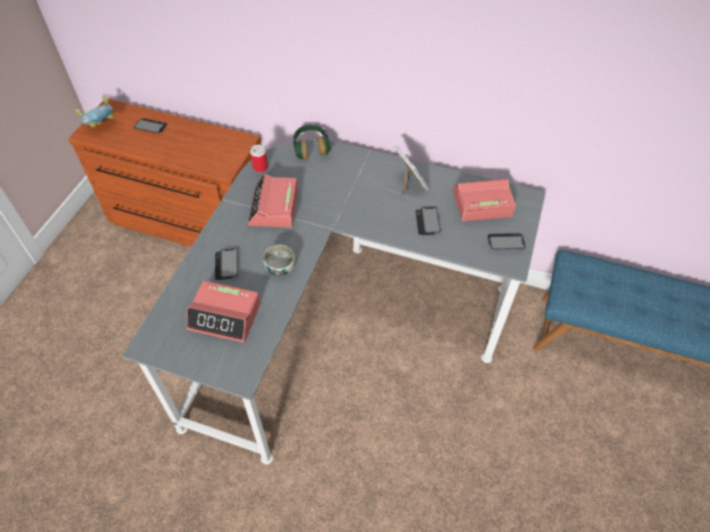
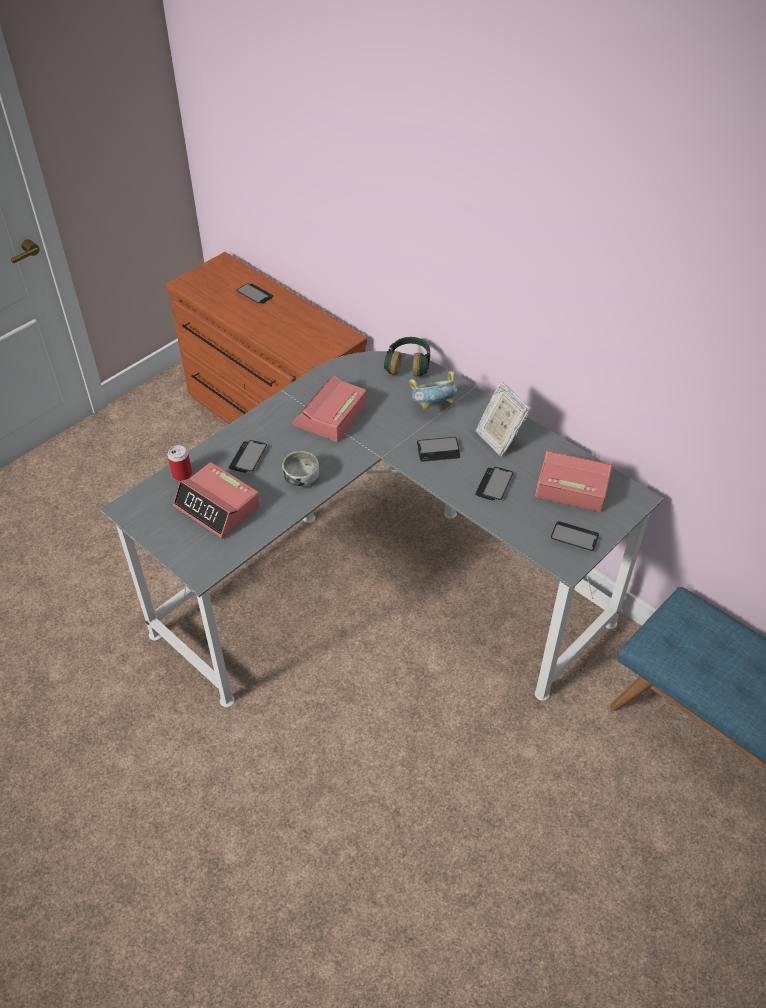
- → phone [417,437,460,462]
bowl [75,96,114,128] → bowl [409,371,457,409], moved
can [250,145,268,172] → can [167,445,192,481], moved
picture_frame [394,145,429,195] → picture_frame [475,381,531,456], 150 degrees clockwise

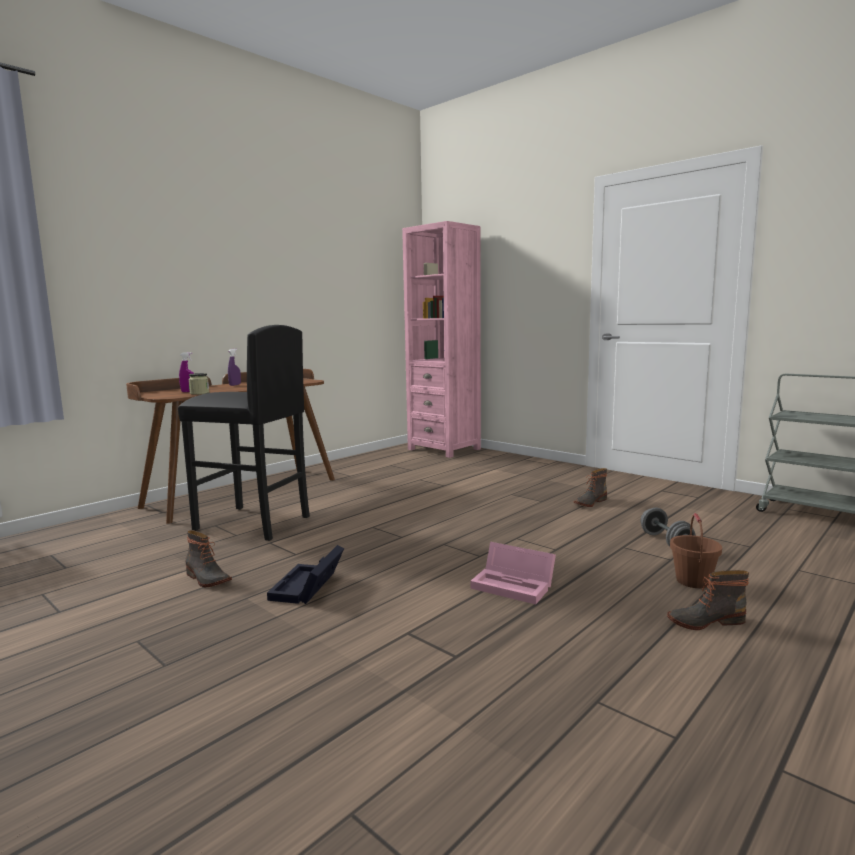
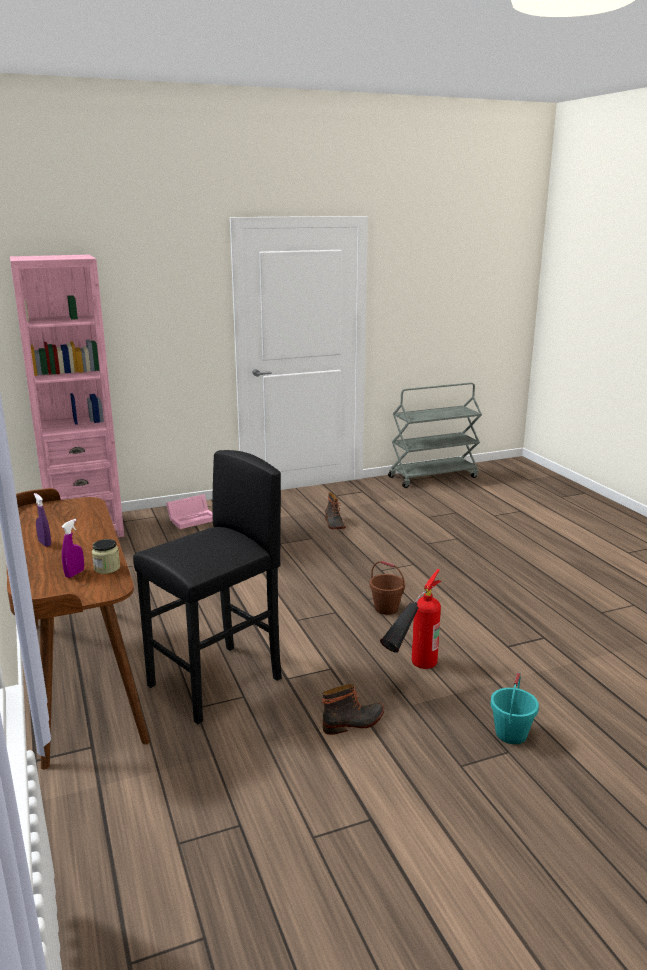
grey_dumbbell [640,508,696,546] → -
boot [667,570,749,630] → -
- → turquoise_bucket [490,672,539,744]
pink_storage_box [470,542,556,604] → pink_storage_box [166,494,213,529], moved
brown_bucket [670,513,722,588] → brown_bucket [370,561,405,615], moved
black_storage_box [267,545,344,604] → fire_extinguisher [380,569,441,669]

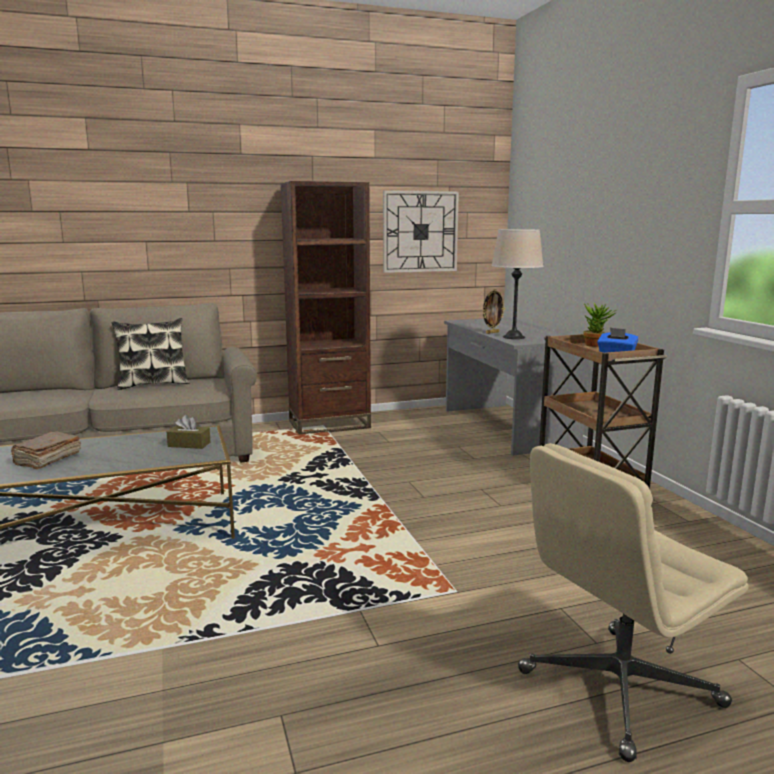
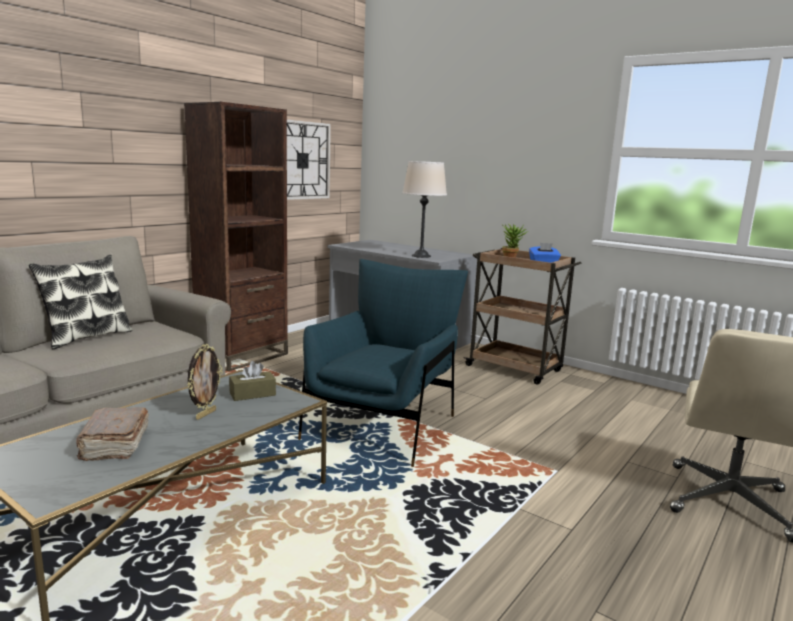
- → blue_armchair [298,259,468,467]
picture_frame [483,289,505,334] → picture_frame [187,344,223,420], moved

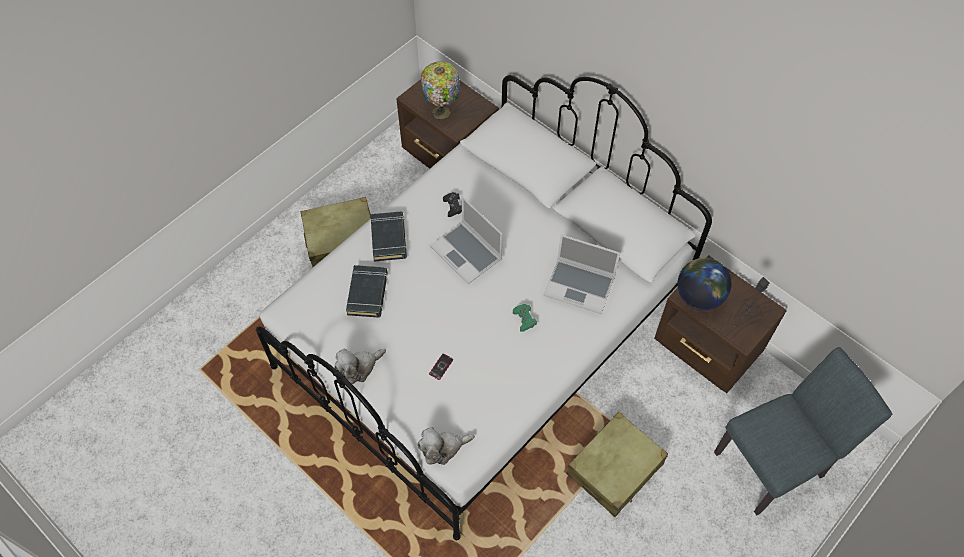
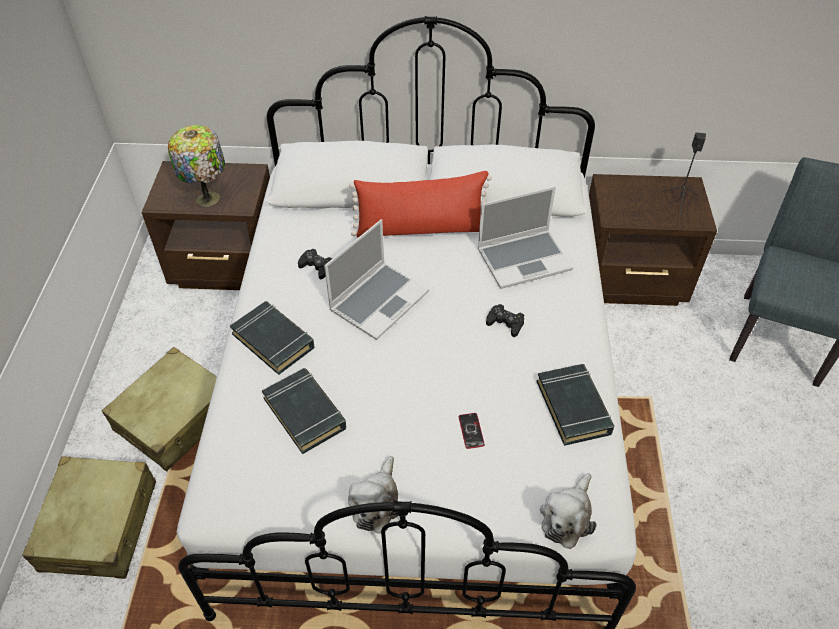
globe [678,258,731,310] → -
- → red_pillow [349,171,492,238]
- → black_book [537,364,614,446]
beige_suitcase [566,412,668,517] → beige_suitcase [22,457,156,579], moved
green_game_controller [513,304,537,332] → black_game_controller [486,304,524,337]
laptop [430,196,503,284] → laptop [324,219,429,340], 60 degrees counterclockwise

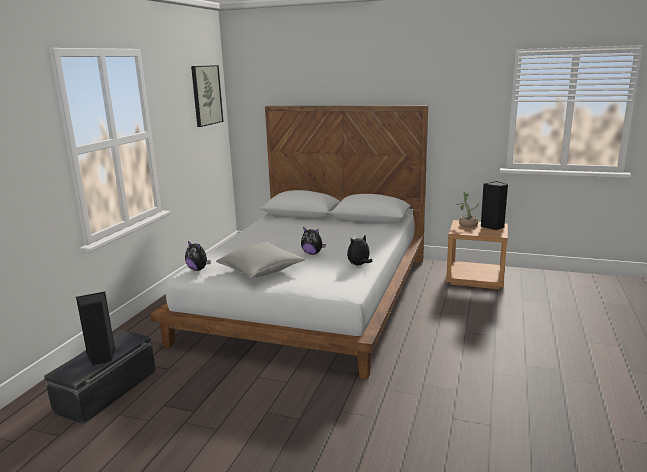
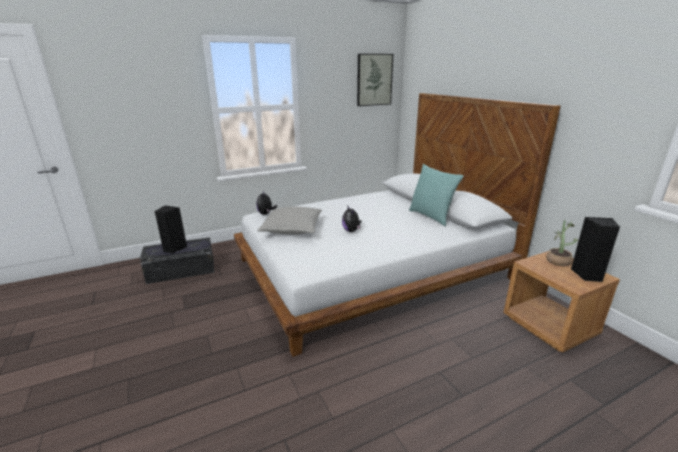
plush_toy [347,235,372,265] → -
- → turquoise_pillow [409,164,464,226]

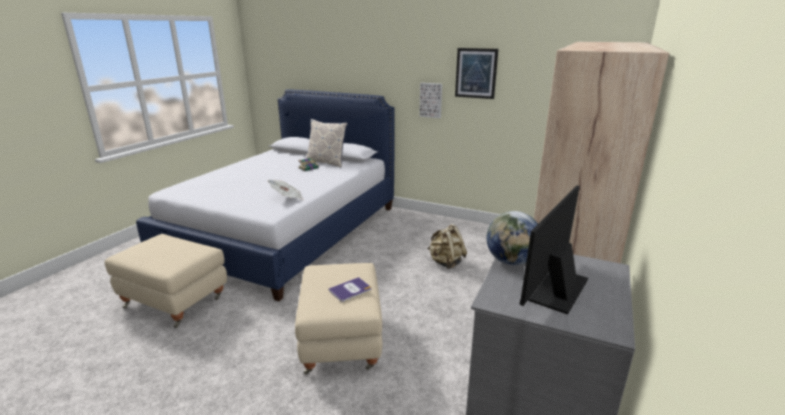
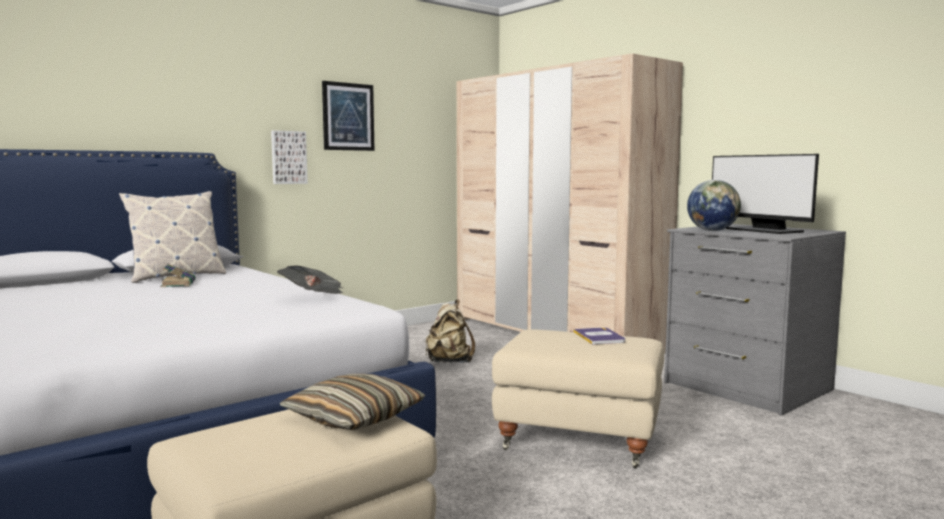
- → pillow [280,374,425,430]

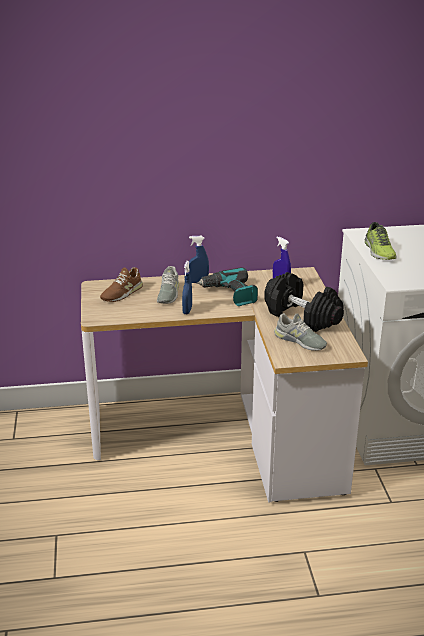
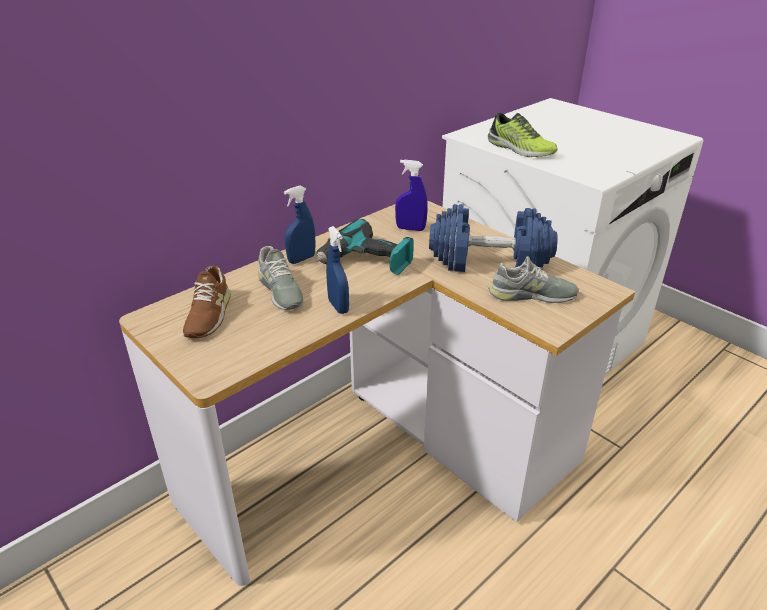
black_dumbbell [264,272,344,332] → blue_dumbbell [429,204,558,272]

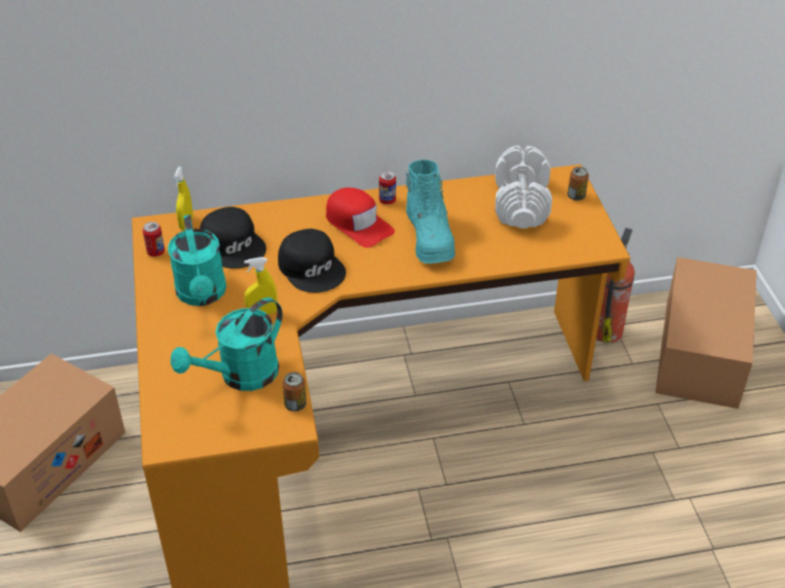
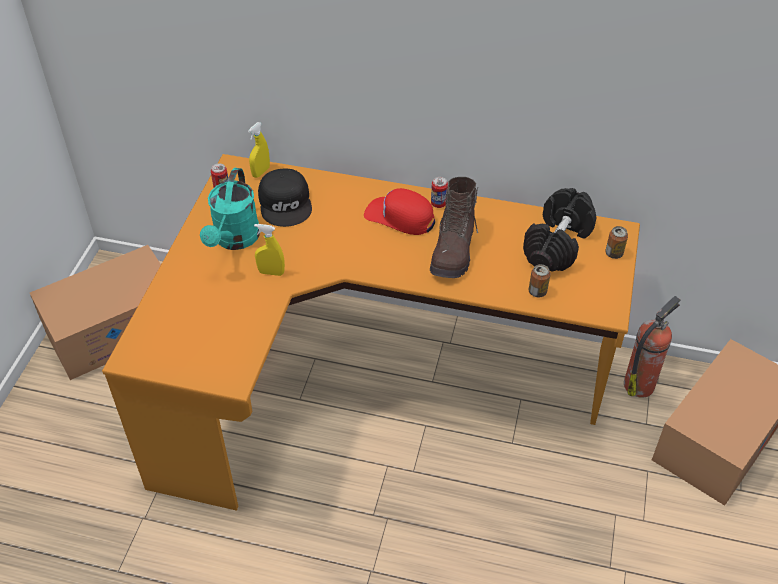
turquoise_watering_can [171,298,282,391] → -
black_cap [278,229,346,293] → -
can [283,372,306,411] → can [528,264,550,297], moved
turquoise_boot [406,160,455,264] → brown_boot [430,177,478,278]
white_dumbbell [495,145,552,229] → black_dumbbell [523,188,597,272]
red_cap [326,188,395,248] → red_cap [364,188,435,235], 135 degrees clockwise

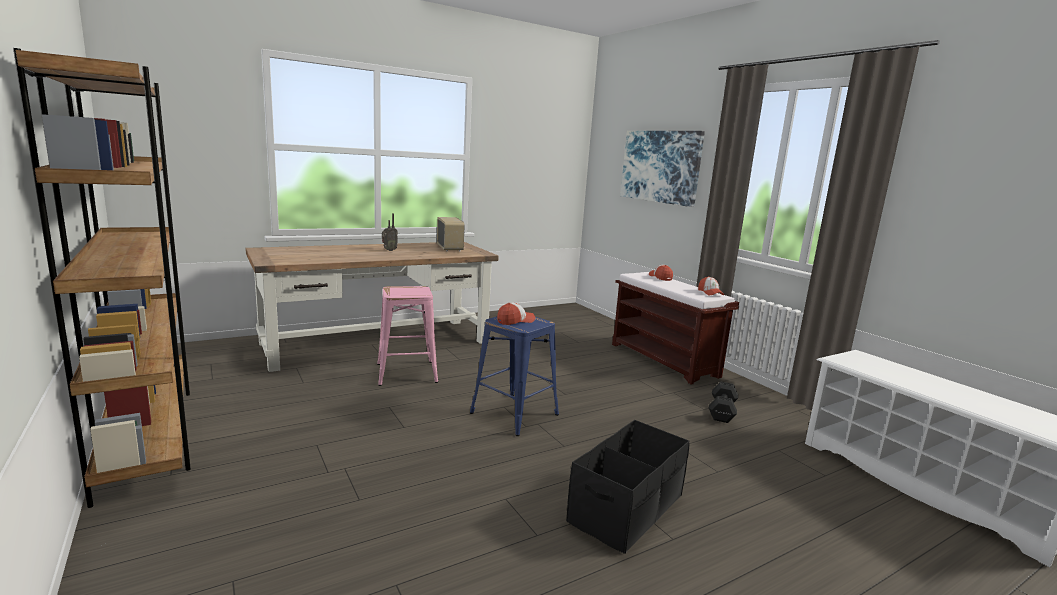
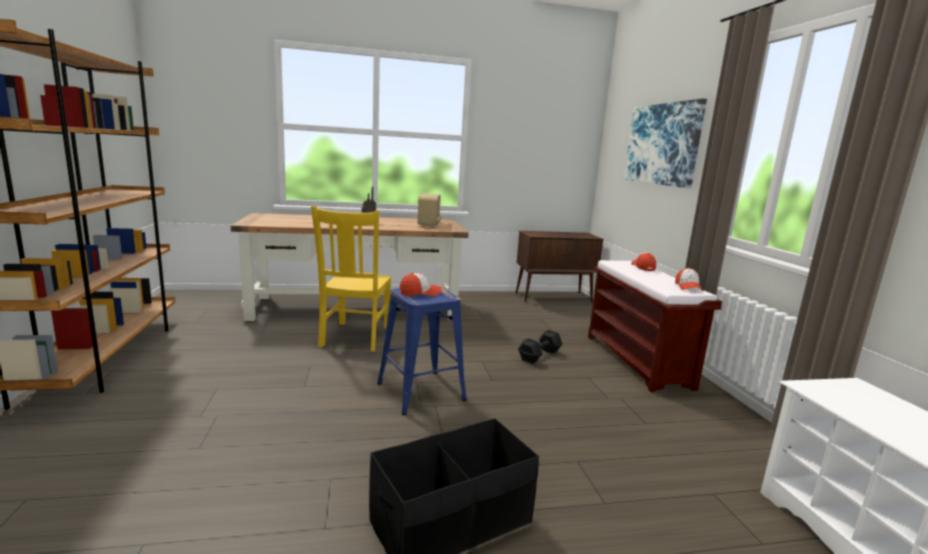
- → brown_cabinet [516,231,603,302]
black_dumbbell [709,381,738,423] → black_dumbbell [518,330,562,364], moved
pink_stool [377,286,438,386] → yellow_chair [311,206,391,352]

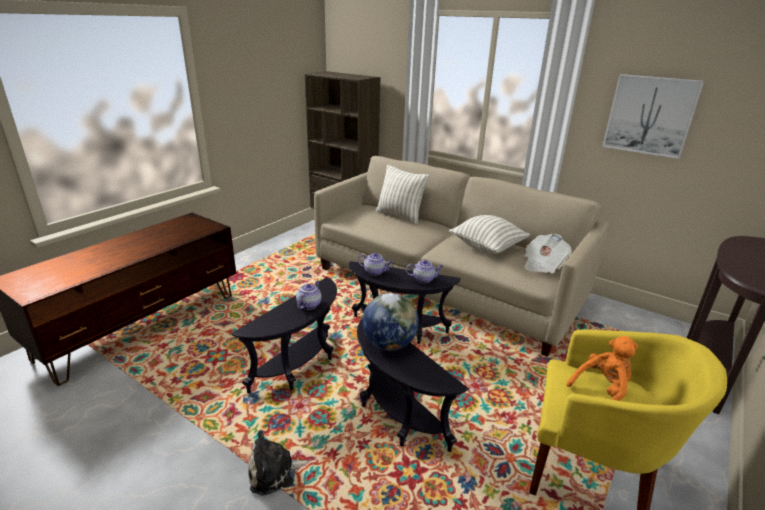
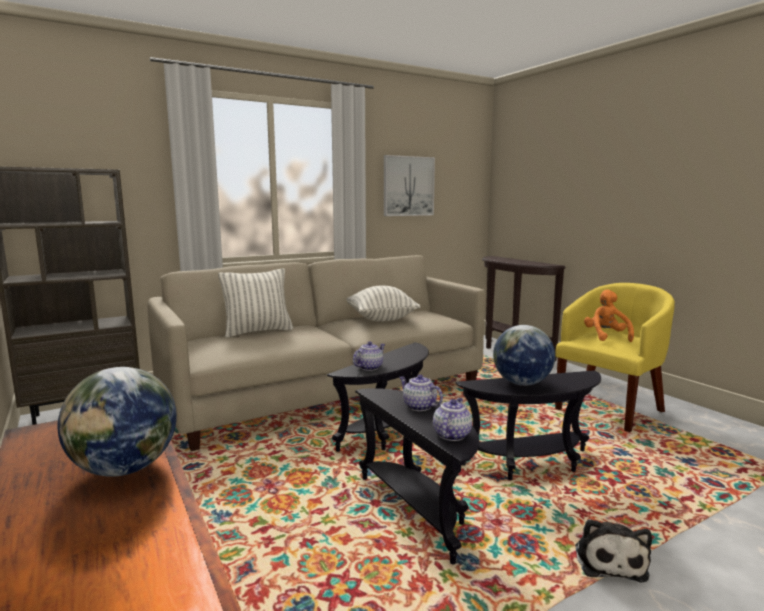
newspaper [524,234,572,273] → -
- → globe [58,367,177,477]
teapot [406,260,443,283] → teapot [433,398,472,441], moved

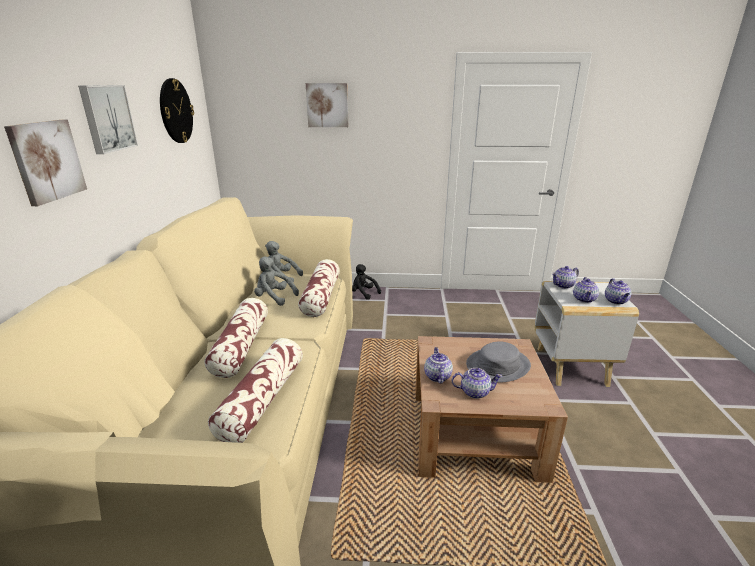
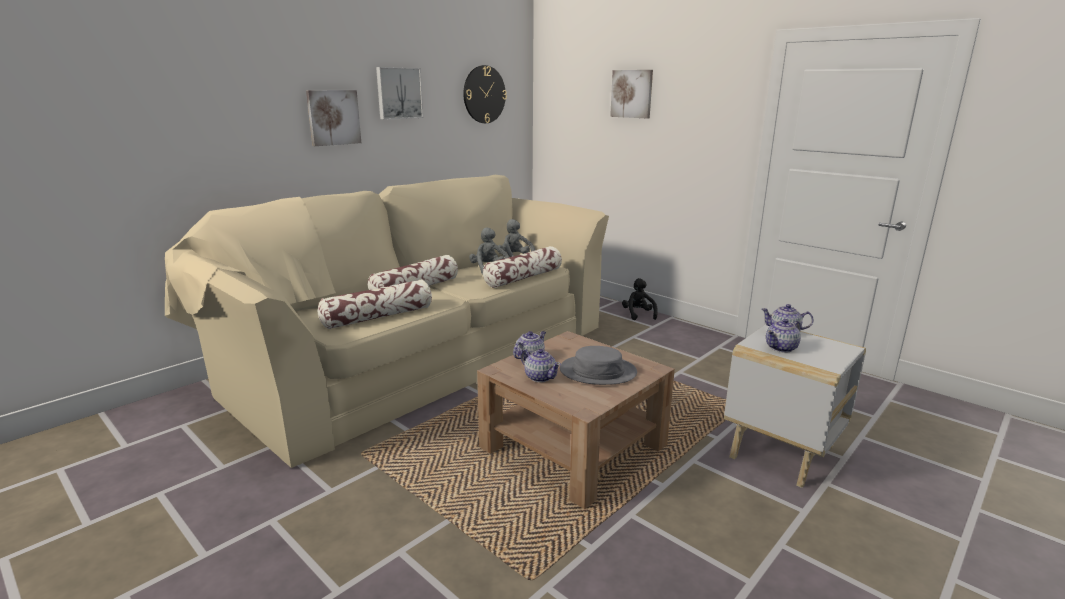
teapot [605,278,631,305] → -

